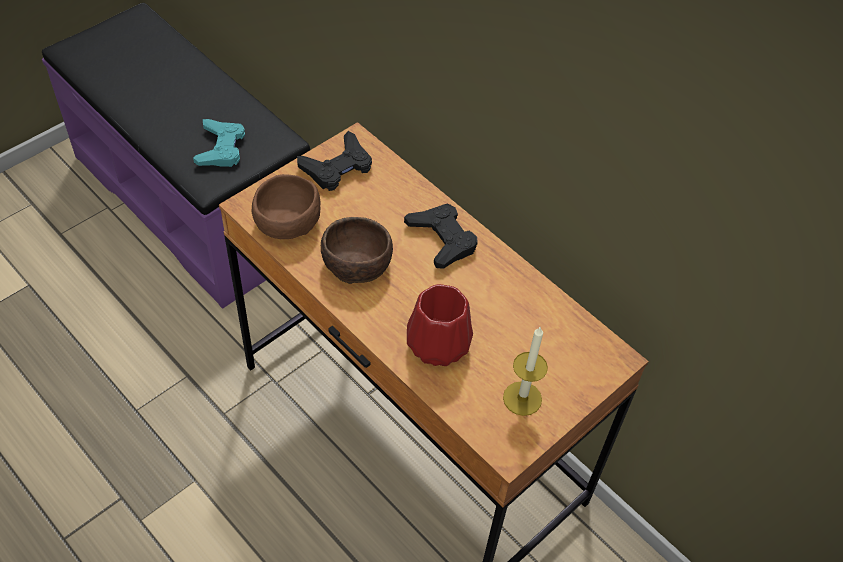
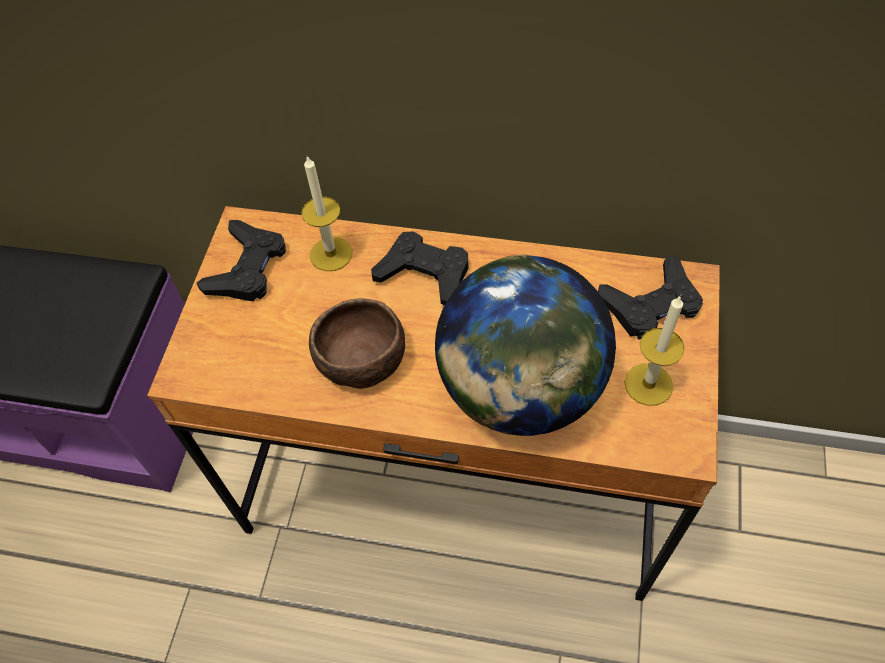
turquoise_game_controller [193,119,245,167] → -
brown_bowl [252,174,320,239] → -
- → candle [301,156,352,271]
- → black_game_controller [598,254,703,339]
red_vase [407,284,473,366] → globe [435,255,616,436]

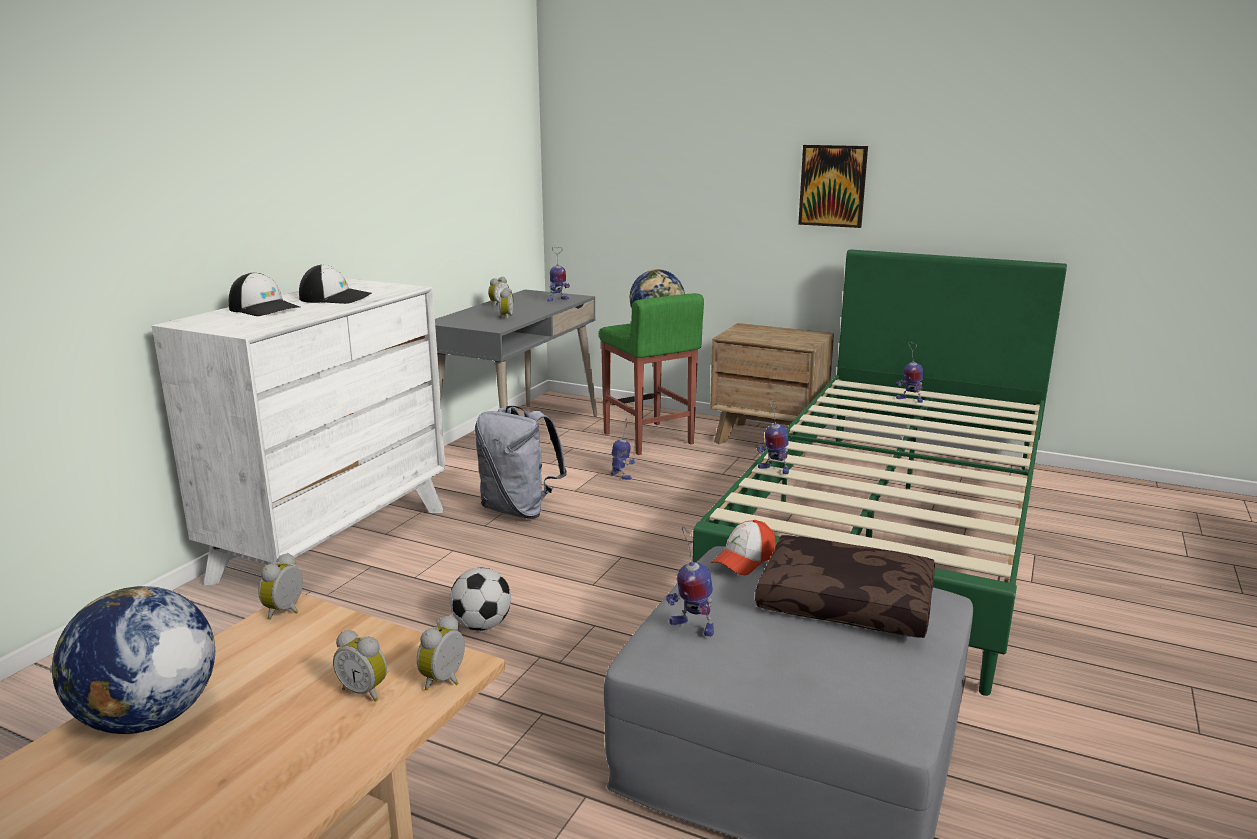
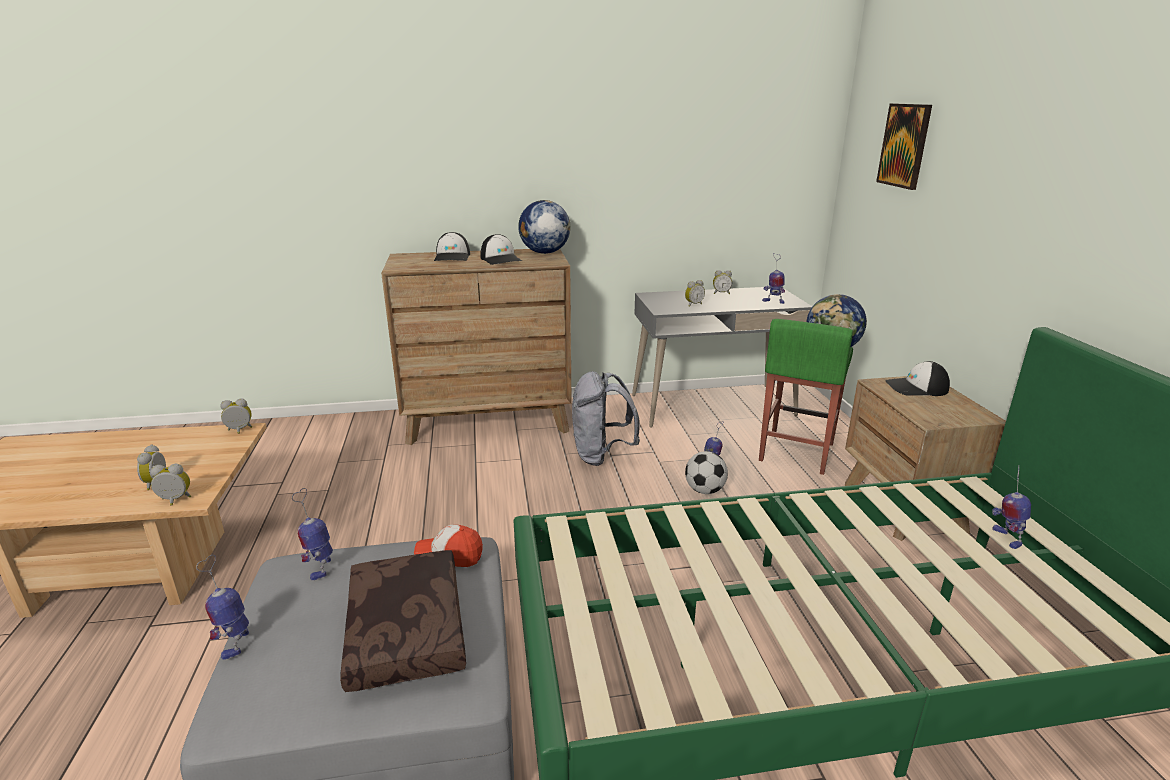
- → cap [886,361,950,396]
globe [50,586,215,734] → globe [518,200,570,254], moved
football [450,568,511,631] → football [685,451,728,494], moved
toy_robot [757,399,789,474] → toy_robot [196,555,249,660], moved
picture [798,145,868,228] → picture [876,104,932,190], moved
white_dresser [152,279,446,585] → brown_dresser [381,249,572,445]

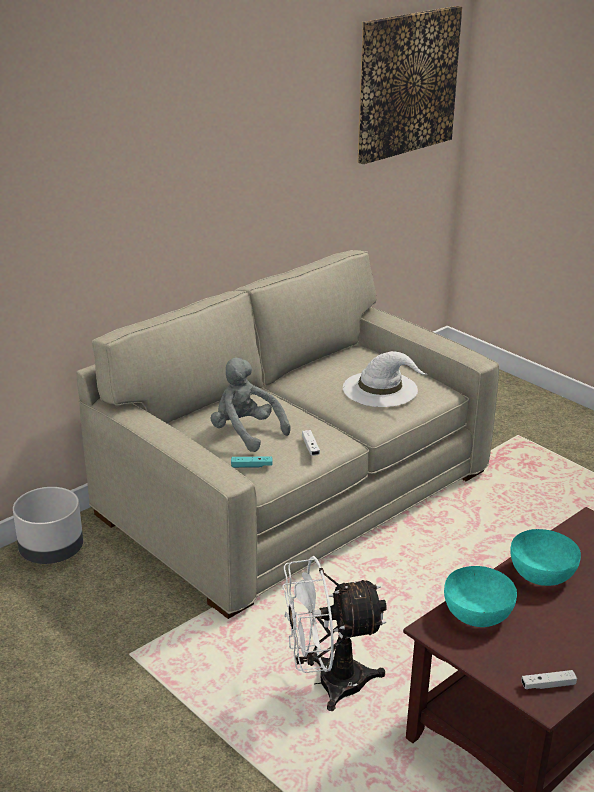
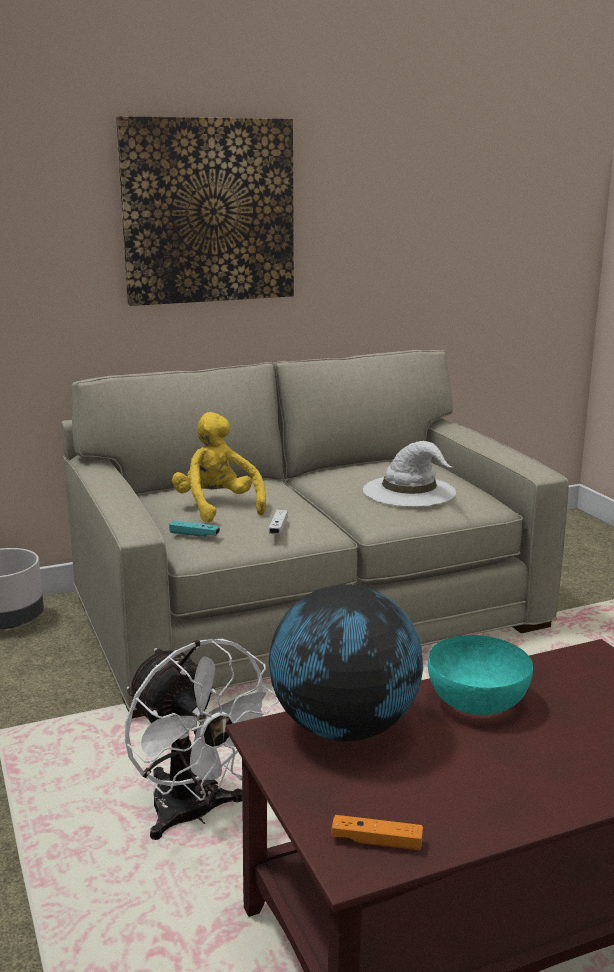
picture [357,6,462,164] → picture [116,116,294,306], moved
turquoise_bowl [444,566,517,627] → globe [269,584,423,741]
grey_plush_toy [211,358,291,452] → yellow_plush_toy [172,412,266,522]
white_game_controller [521,670,577,689] → orange_game_controller [332,815,423,850]
white_fan [282,556,387,711] → white_fan [125,639,279,840], 135 degrees counterclockwise

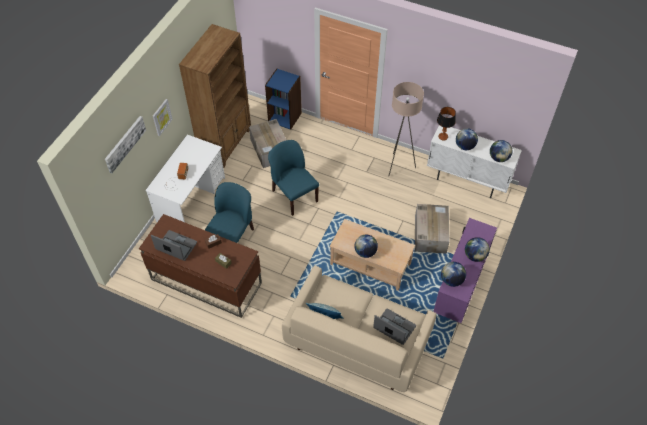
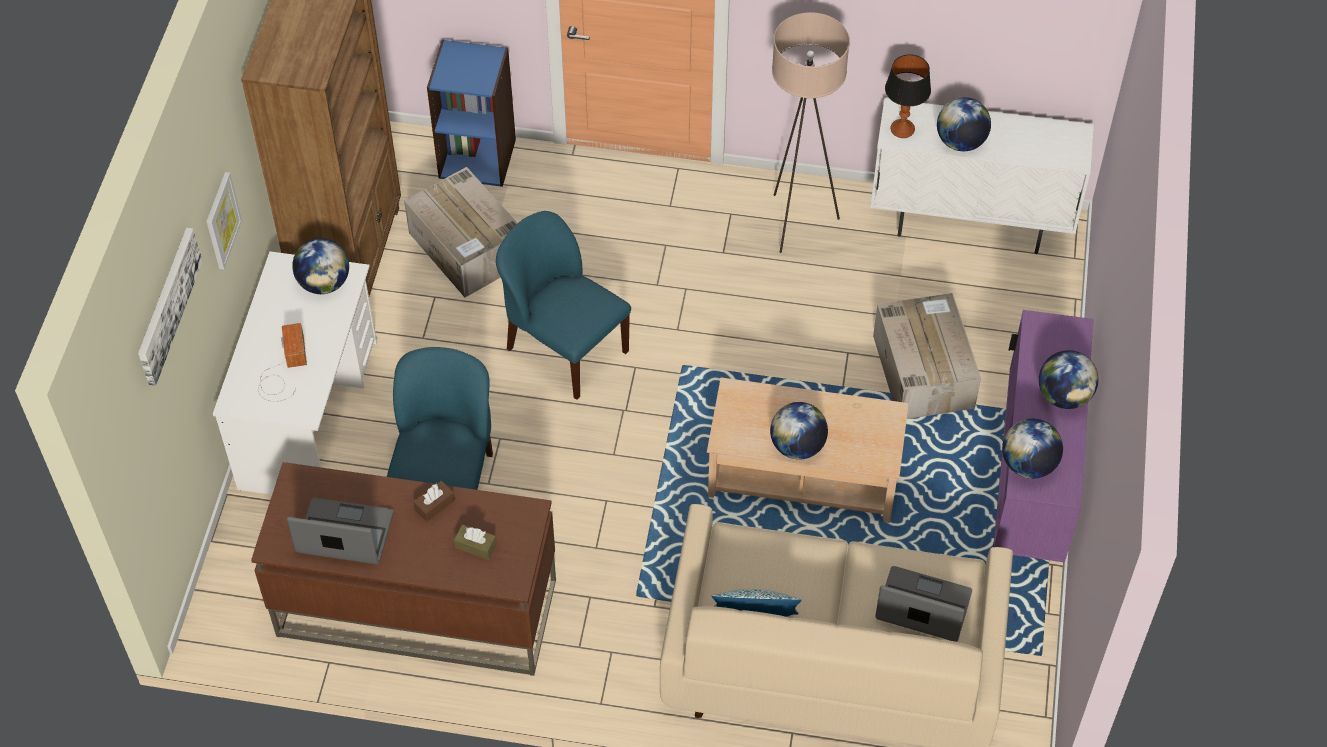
globe [490,140,512,162] → globe [292,238,349,294], moved

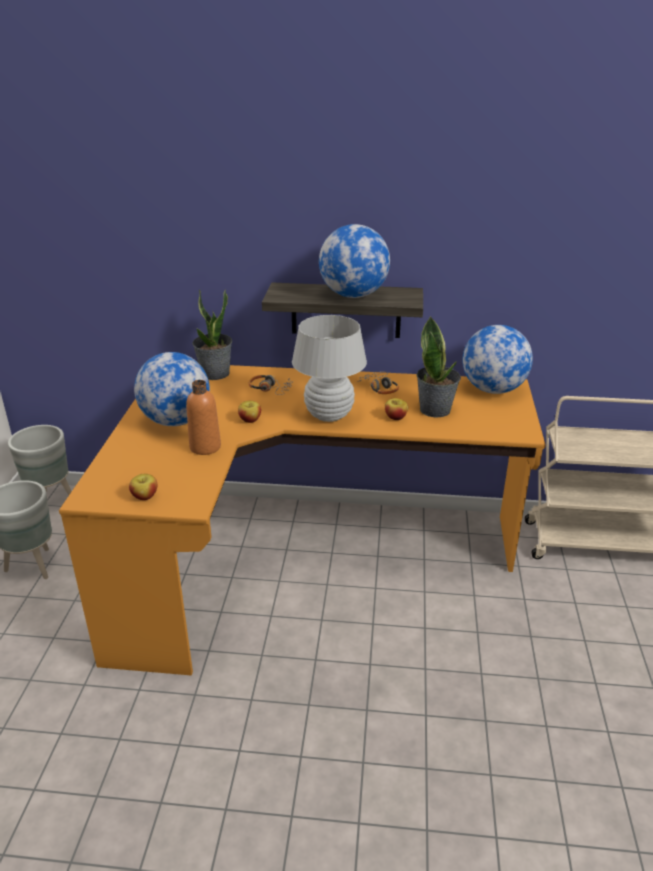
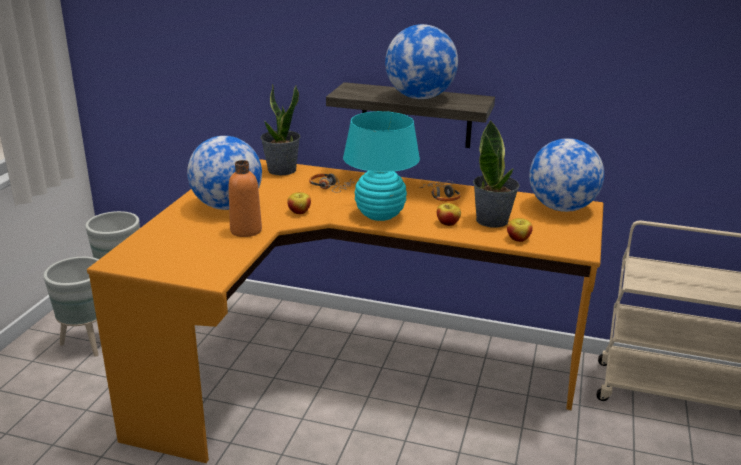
apple [129,474,157,500] → apple [507,218,533,242], moved
white_table_lamp [292,315,367,422] → turquoise_table_lamp [343,111,420,221]

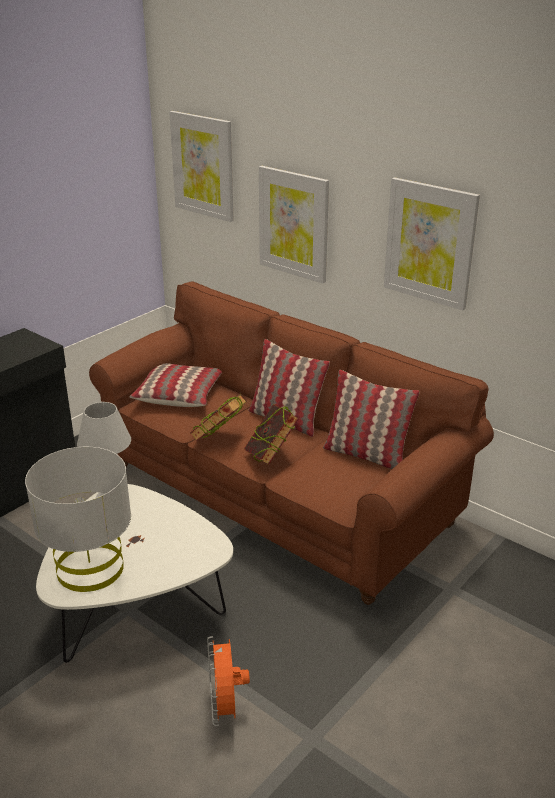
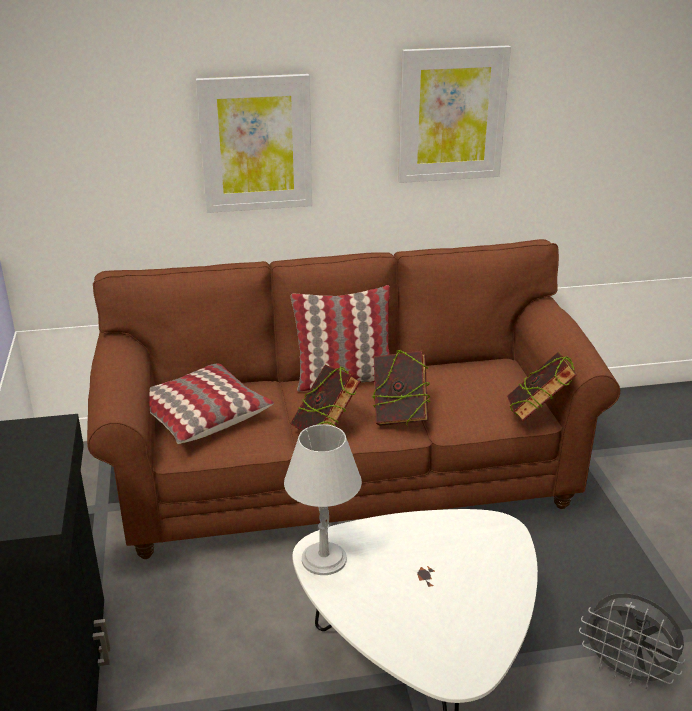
grey_table_lamp [25,447,131,592] → -
picture [169,111,234,222] → -
pillow [323,370,420,469] → -
- → book [507,352,577,421]
orange_fan [207,636,250,726] → grey_fan [579,593,685,689]

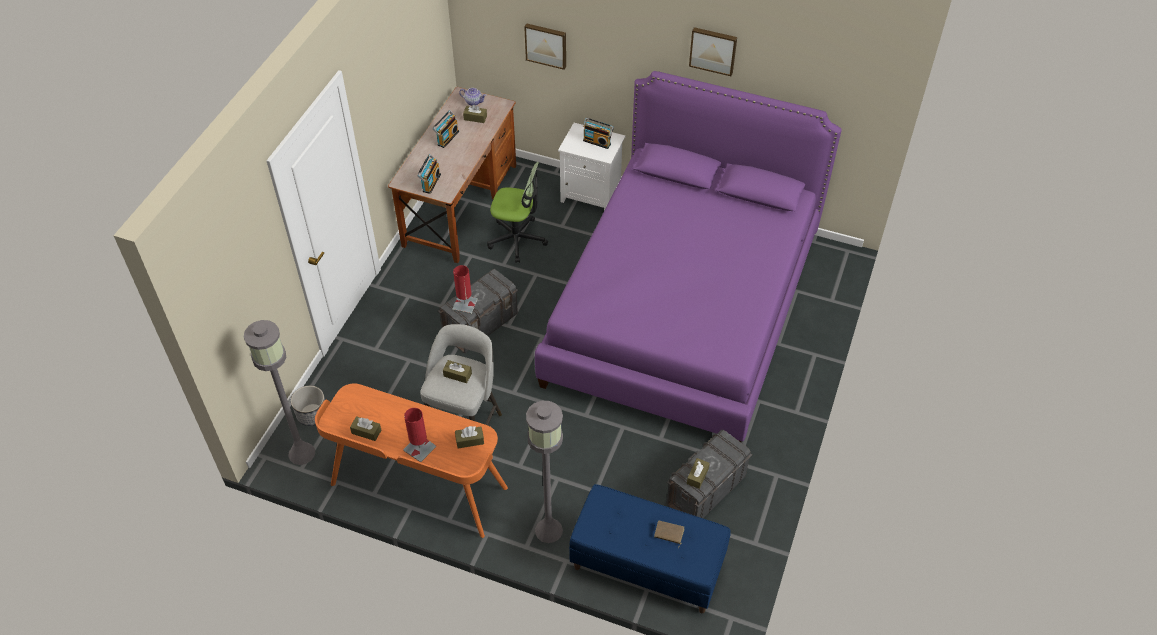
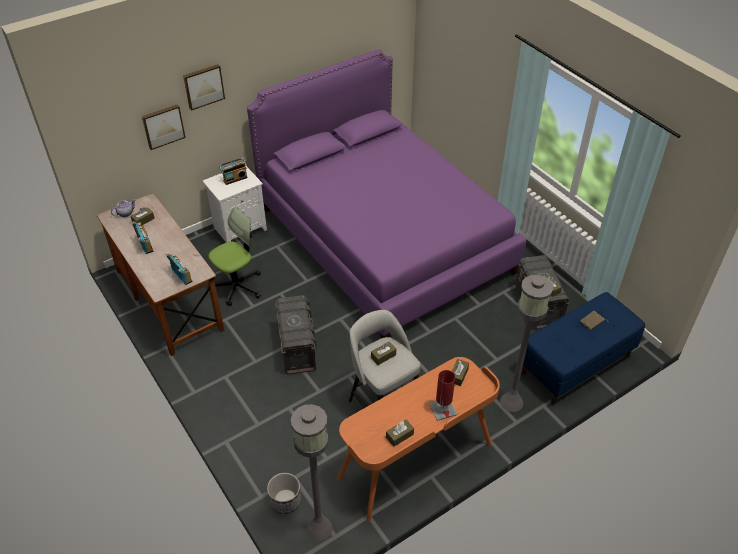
red_table_lamp [452,265,478,314] → -
picture [689,27,737,76] → picture [183,64,225,111], moved

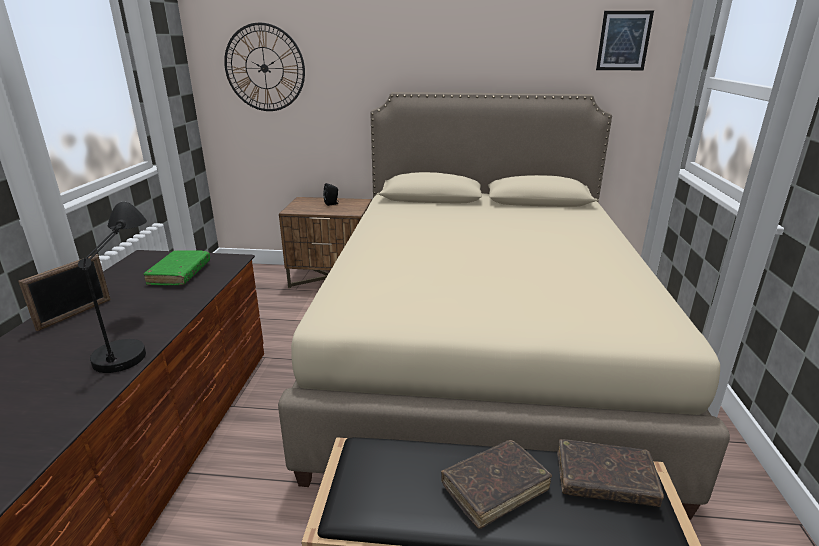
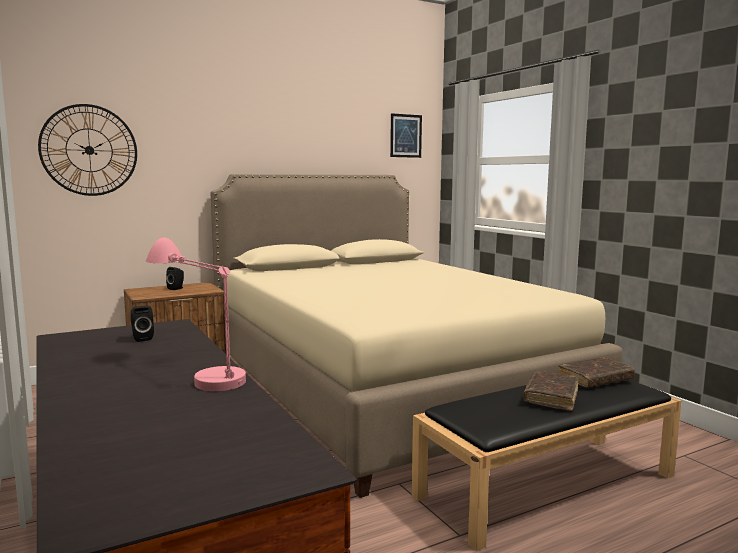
picture_frame [18,254,111,331] → -
green_book [143,250,210,285] → black_speaker [131,305,154,342]
black_table_lamp [78,202,147,373] → pink_table_lamp [145,238,246,391]

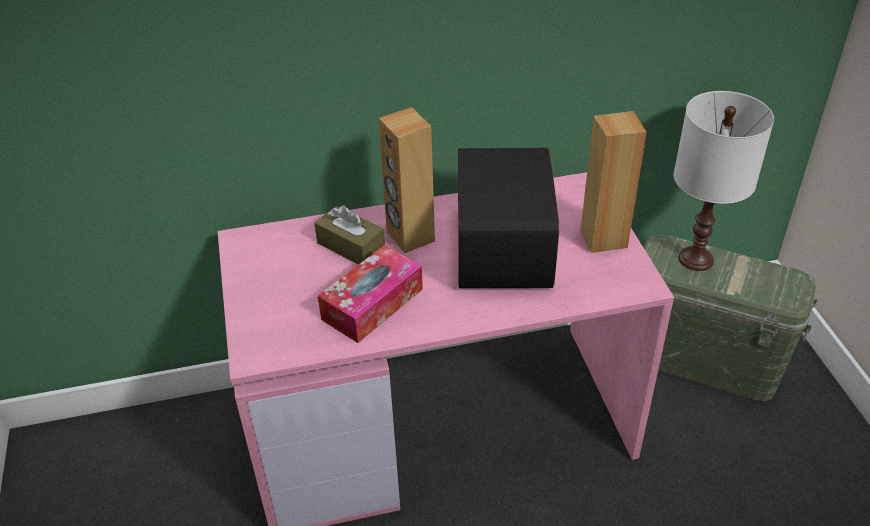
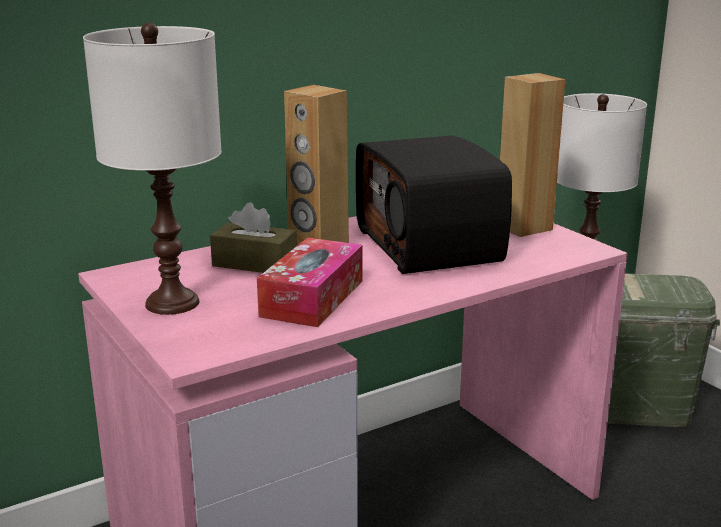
- → white_table_lamp [83,23,222,315]

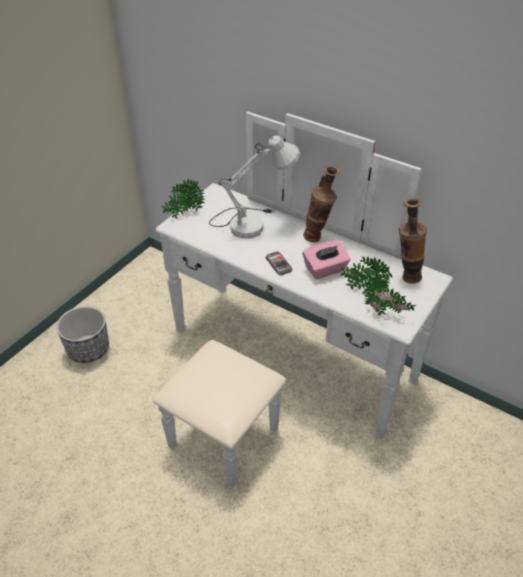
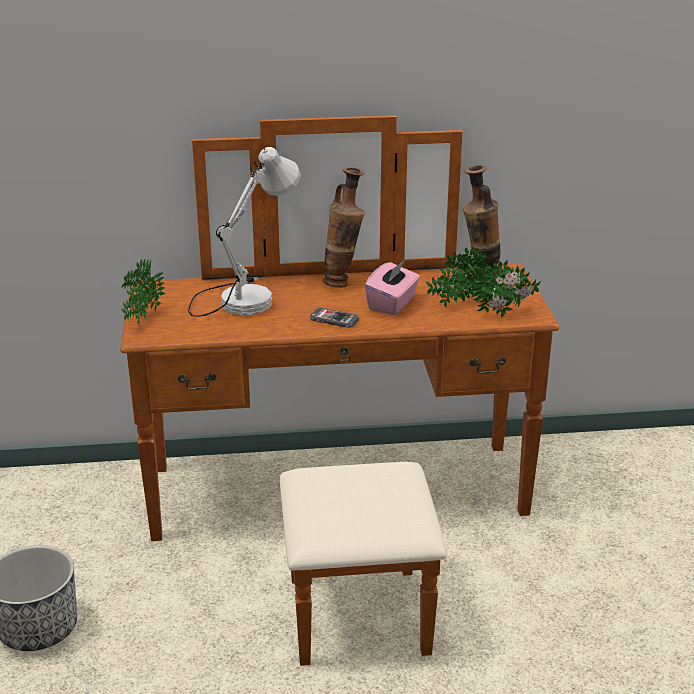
white_dresser [153,112,453,488] → brown_dresser [120,115,560,666]

